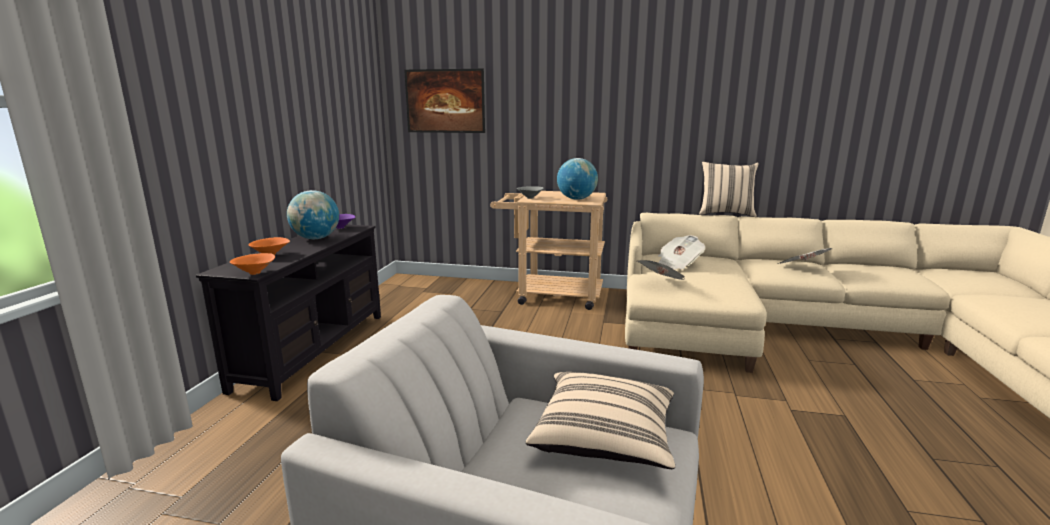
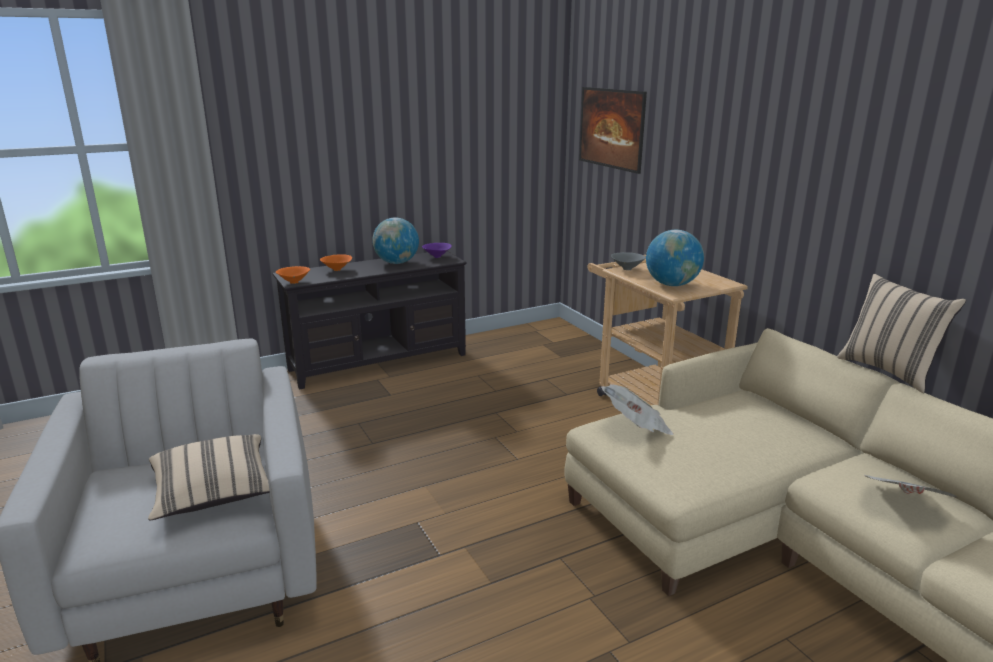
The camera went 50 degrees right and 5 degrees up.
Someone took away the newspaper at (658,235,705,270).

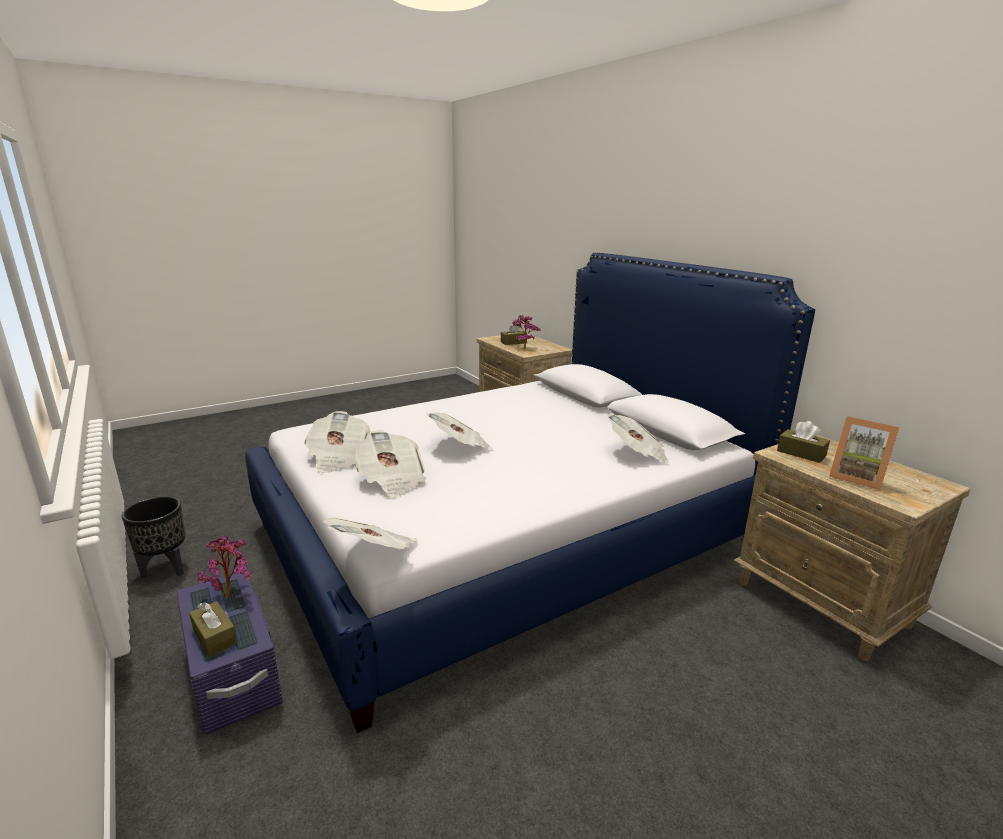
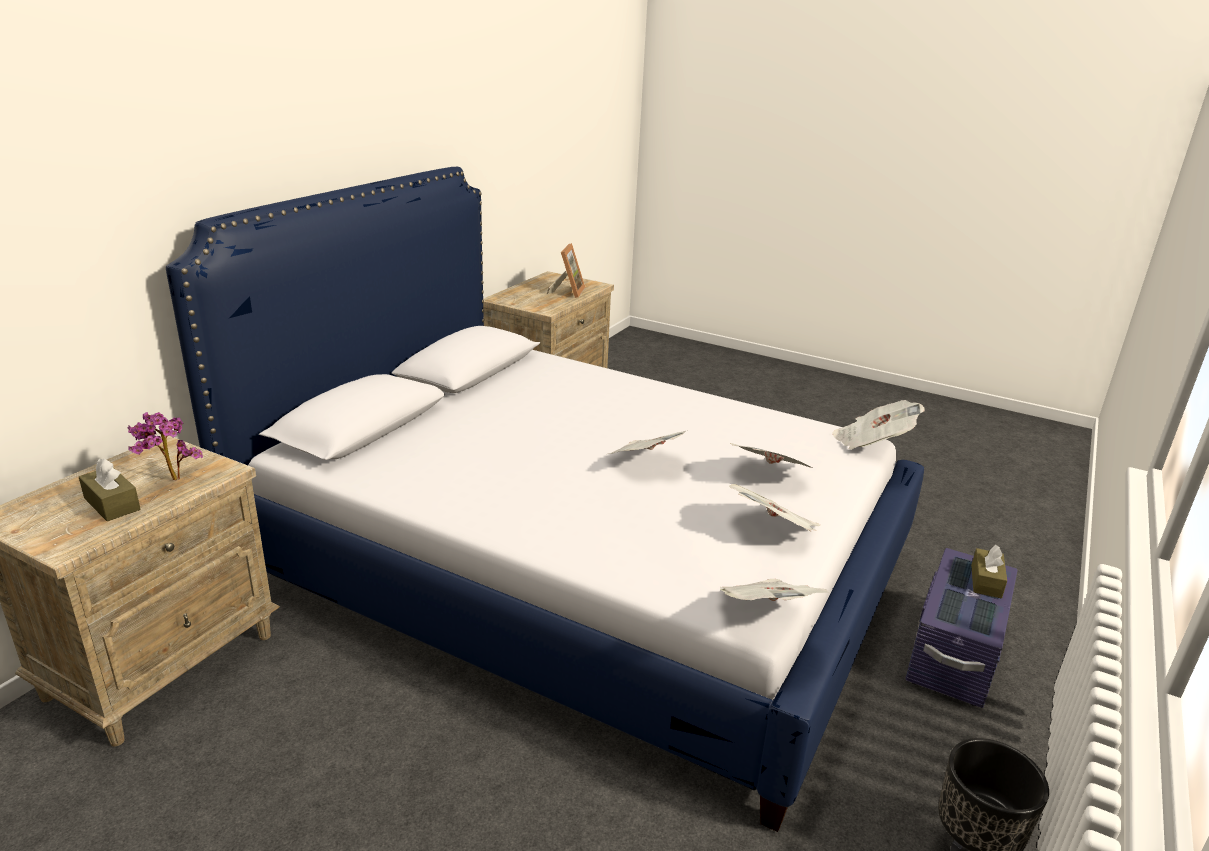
The camera went 120 degrees left and 5 degrees up.
Someone took away the potted_plant at (197,536,252,597).
Someone took away the brown_tissue_box at (777,421,830,463).
Someone carried the newspaper from (608,414,669,463) to (720,579,830,601).

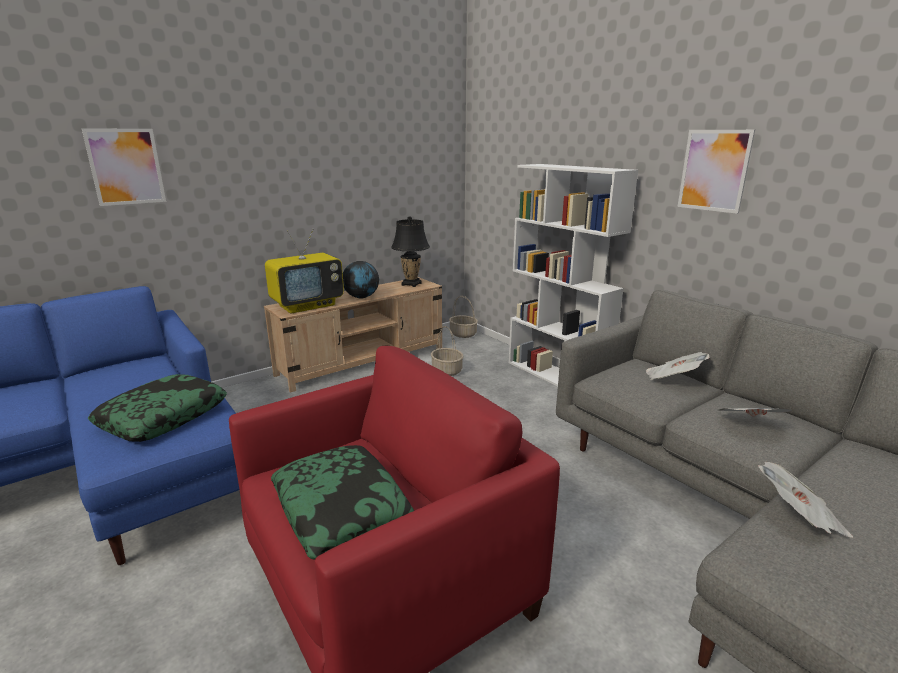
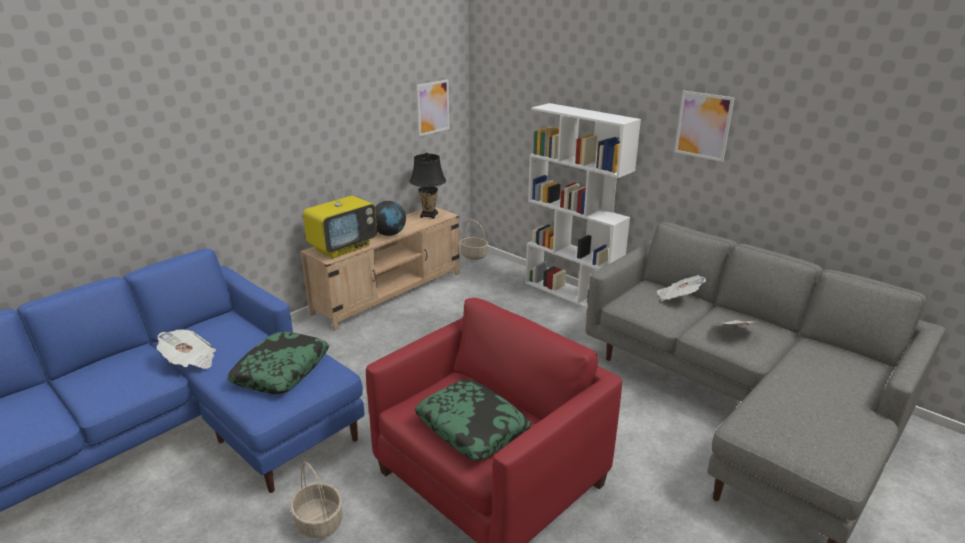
The camera went 10 degrees left and 5 degrees up.
Someone carried the picture from (82,129,166,206) to (416,80,450,136).
Someone carried the basket from (431,326,464,376) to (290,462,342,538).
Someone carried the newspaper from (758,462,853,538) to (156,330,216,369).

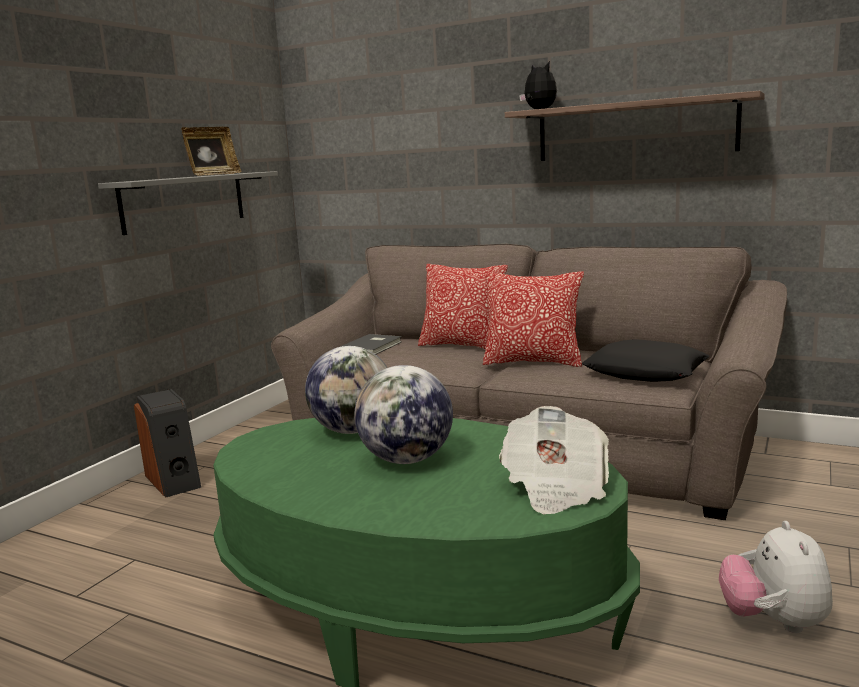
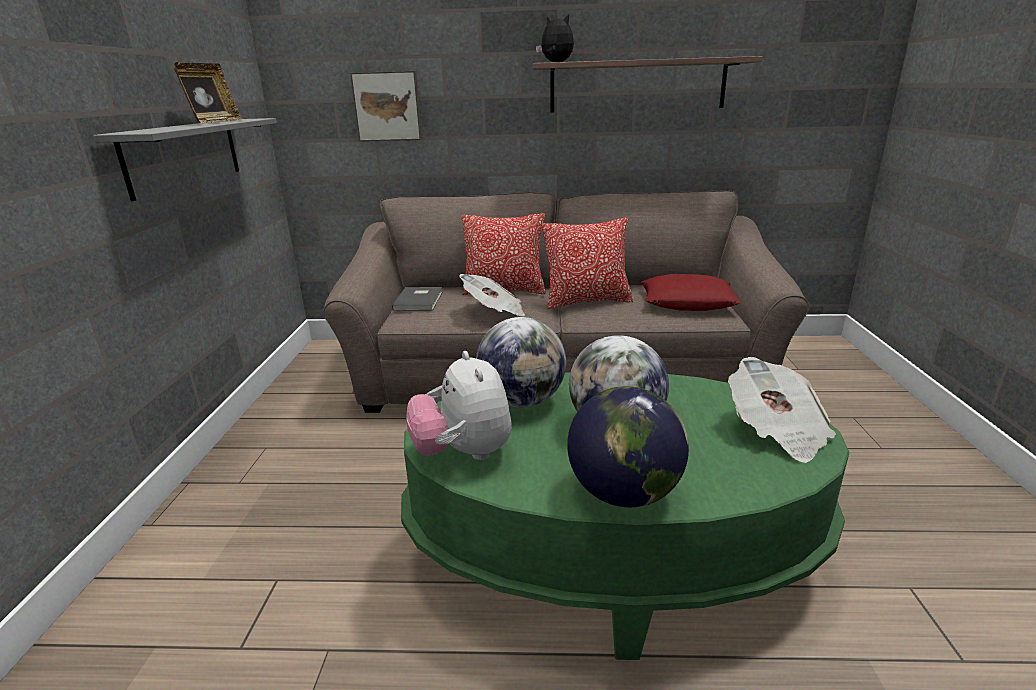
The camera went 25 degrees left and 10 degrees up.
Someone took away the speaker at (134,389,201,498).
Someone put up the picture at (350,71,422,141).
Someone put down the newspaper at (459,274,525,316).
Someone put down the globe at (567,386,689,507).
Someone carried the plush_toy from (719,521,833,633) to (407,351,512,460).
Someone repainted the black_pillow at (582,339,710,382), which became the red_pillow at (641,274,741,311).

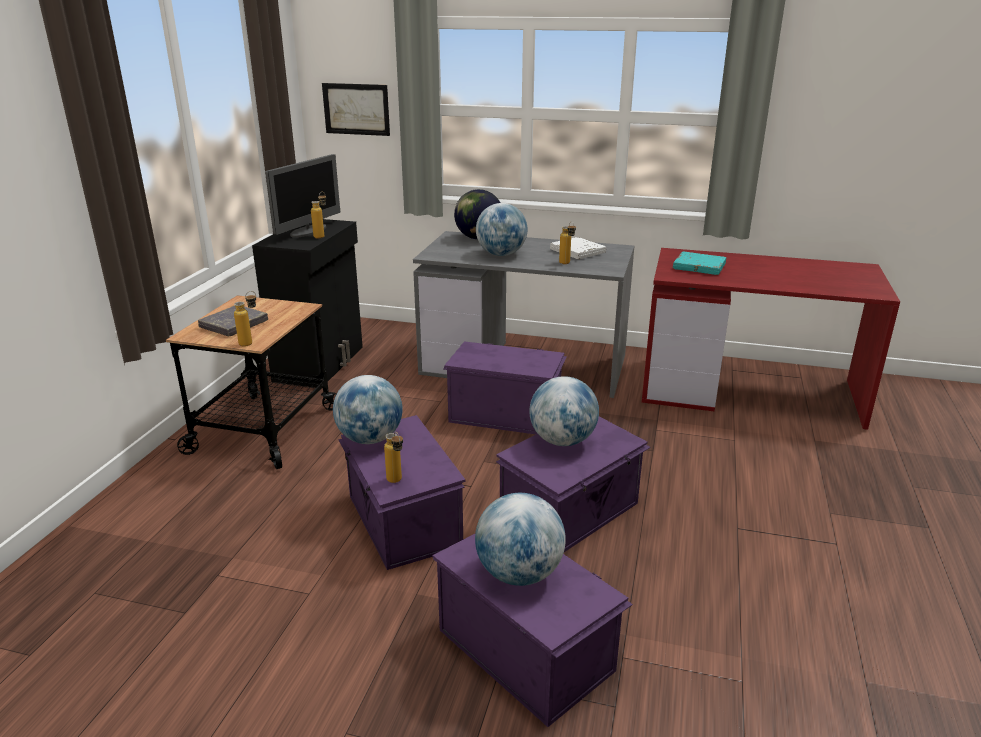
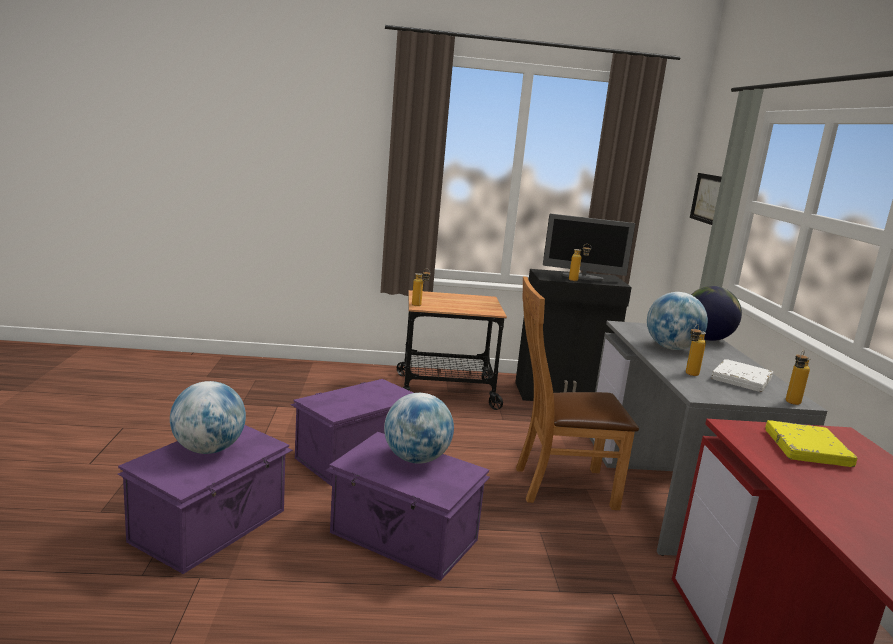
The camera went 70 degrees right and 10 degrees down.
Someone took away the grey_book at (198,306,268,336).
Someone took away the globe at (333,375,403,444).
Someone carried the bottle from (384,432,403,483) to (786,350,810,405).
Someone swapped the purple_storage_box at (443,342,567,434) for the brown_chair at (516,277,639,510).
Someone repainted the turquoise_book at (673,252,726,275), which became the yellow_book at (765,420,857,467).

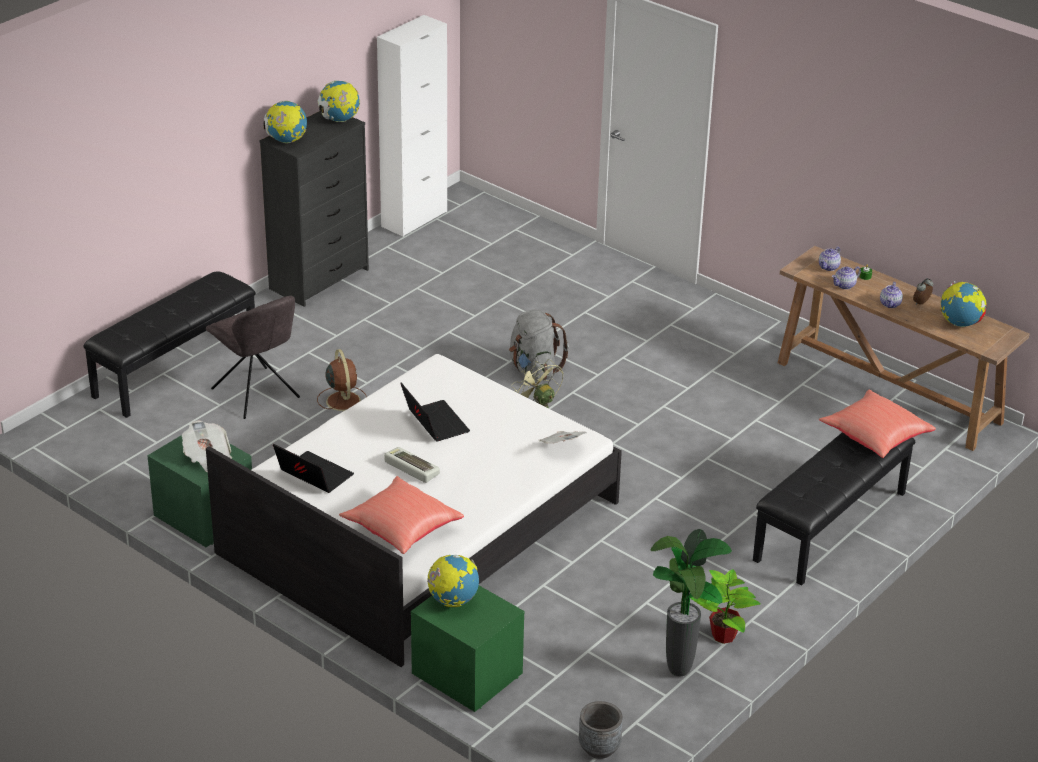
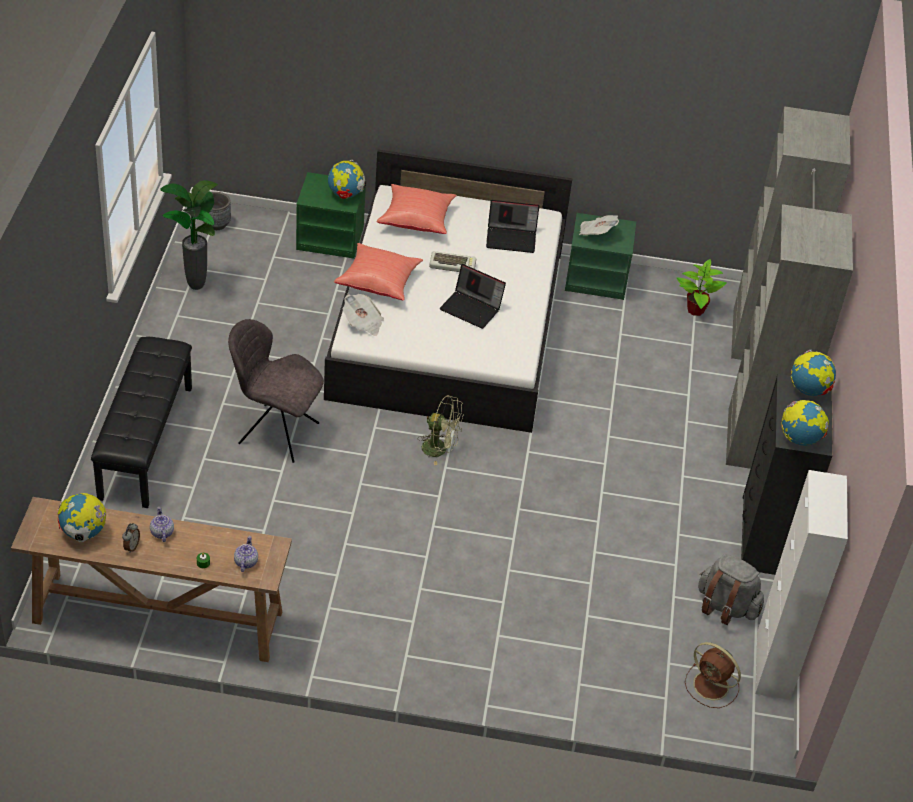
The camera went 145 degrees right and 10 degrees up.
Someone took away the teapot at (832,266,861,289).
Someone carried the grey_chair from (206,296,300,419) to (228,319,324,463).
Someone carried the brown_fan from (317,349,367,411) to (685,642,741,708).
Someone carried the grey_backpack from (509,309,569,381) to (698,554,764,625).
Someone carried the potted_plant from (690,569,761,644) to (677,259,727,316).
Someone carried the red_pillow from (819,389,936,458) to (334,243,423,301).
Someone swapped the black_bench at (83,271,256,418) for the grey_wardrobe at (726,106,853,469).

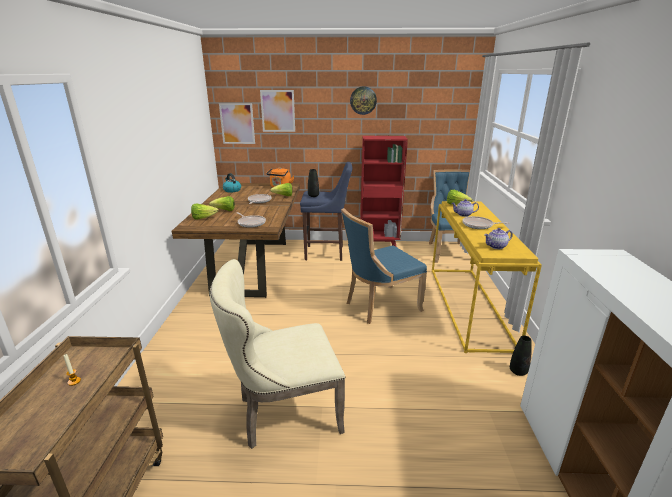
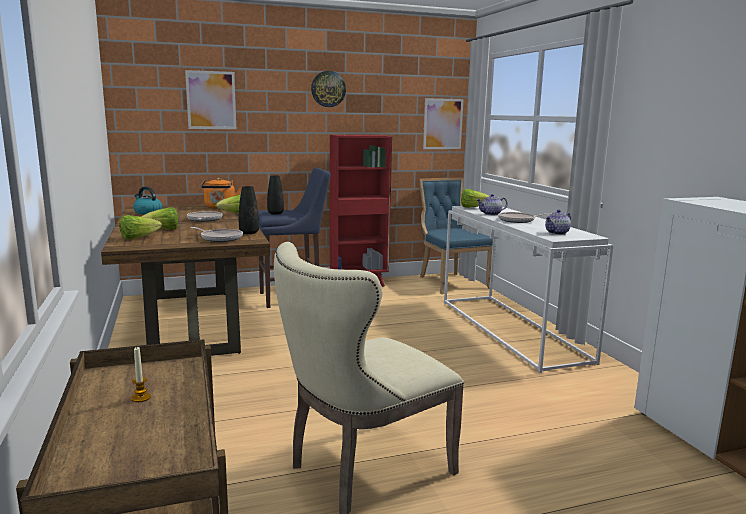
The camera went 20 degrees left and 10 degrees down.
Someone took away the blue_chair at (341,208,427,324).
Someone carried the picture from (219,103,255,144) to (423,98,463,149).
Someone carried the black_vase from (510,336,532,376) to (239,186,259,234).
Someone repainted the yellow_console_table at (432,201,542,353), which became the white_console_table at (444,206,614,373).

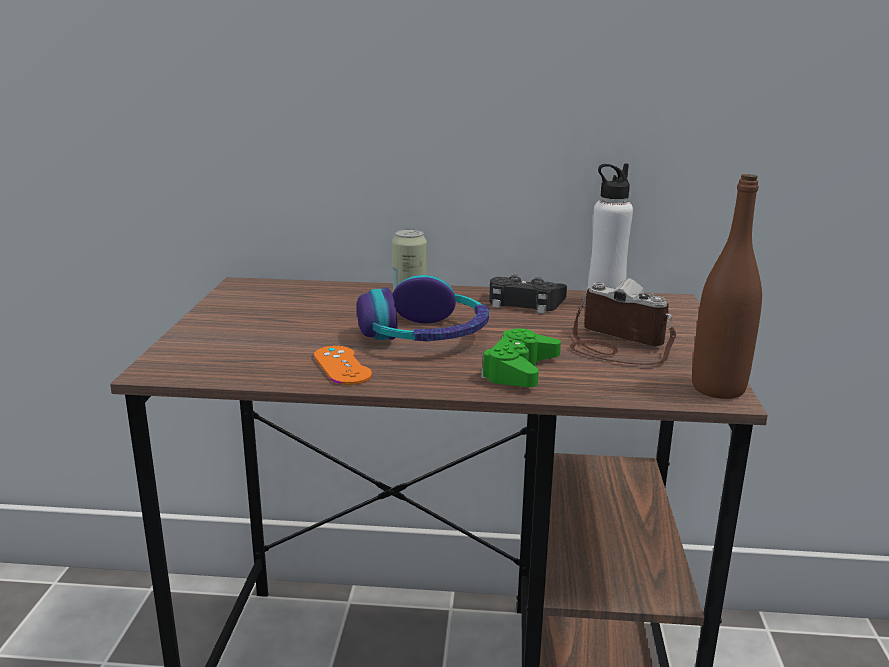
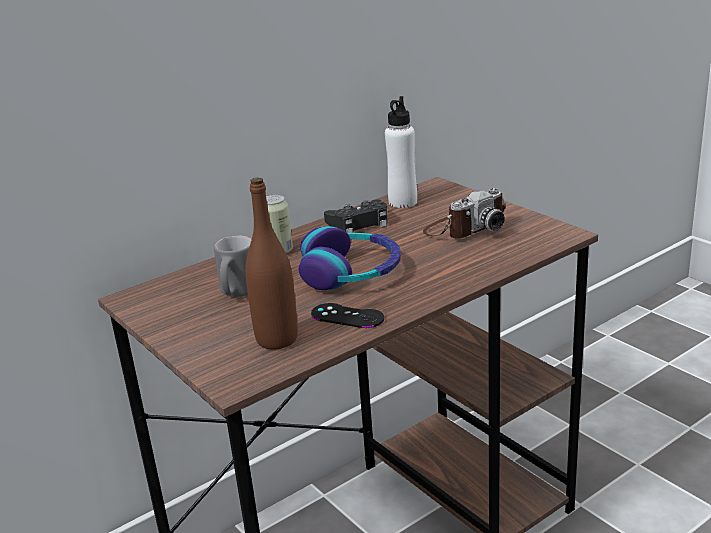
The camera went 40 degrees left and 5 degrees up.
Someone took away the green_game_controller at (481,328,561,387).
Someone put down the grey_mug at (214,235,252,297).
Someone carried the brown_bottle from (692,174,762,399) to (245,177,298,350).
Someone repainted the orange_game_controller at (314,346,372,385), which became the black_game_controller at (311,303,384,328).
Someone rotated the photo_camera at (570,278,676,365) by 150 degrees clockwise.

